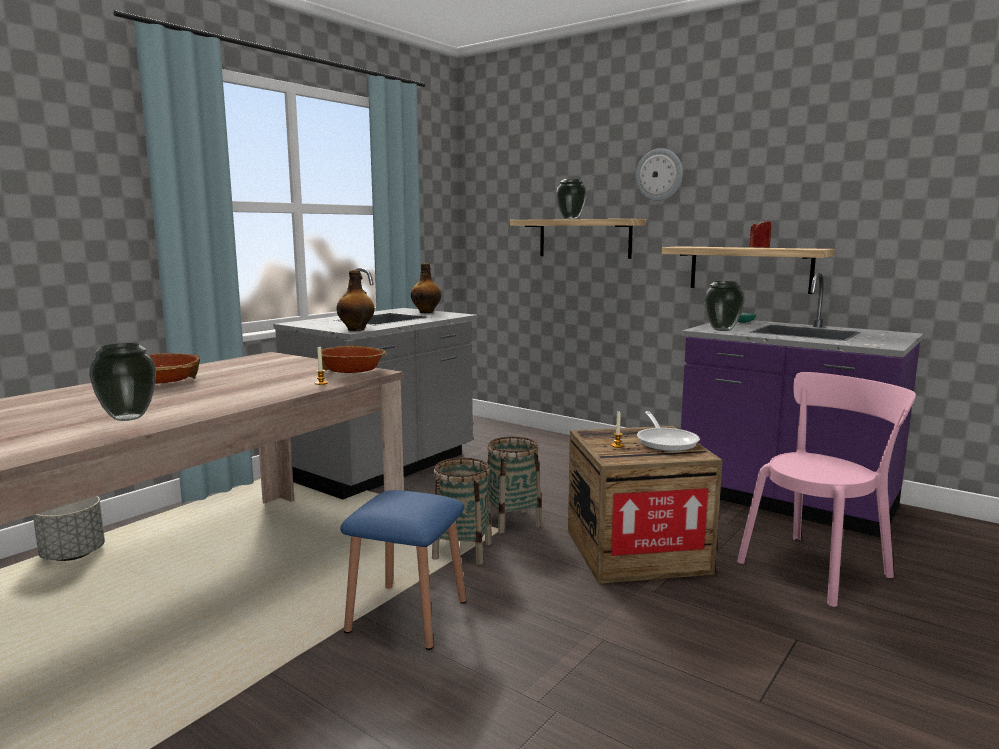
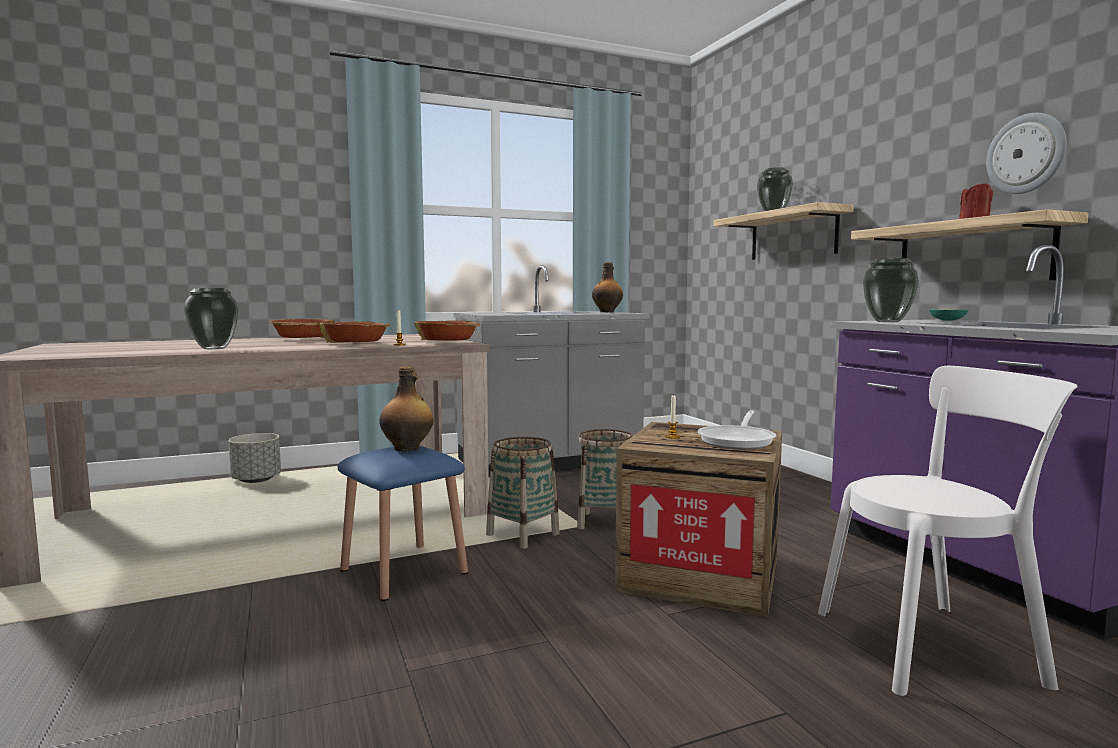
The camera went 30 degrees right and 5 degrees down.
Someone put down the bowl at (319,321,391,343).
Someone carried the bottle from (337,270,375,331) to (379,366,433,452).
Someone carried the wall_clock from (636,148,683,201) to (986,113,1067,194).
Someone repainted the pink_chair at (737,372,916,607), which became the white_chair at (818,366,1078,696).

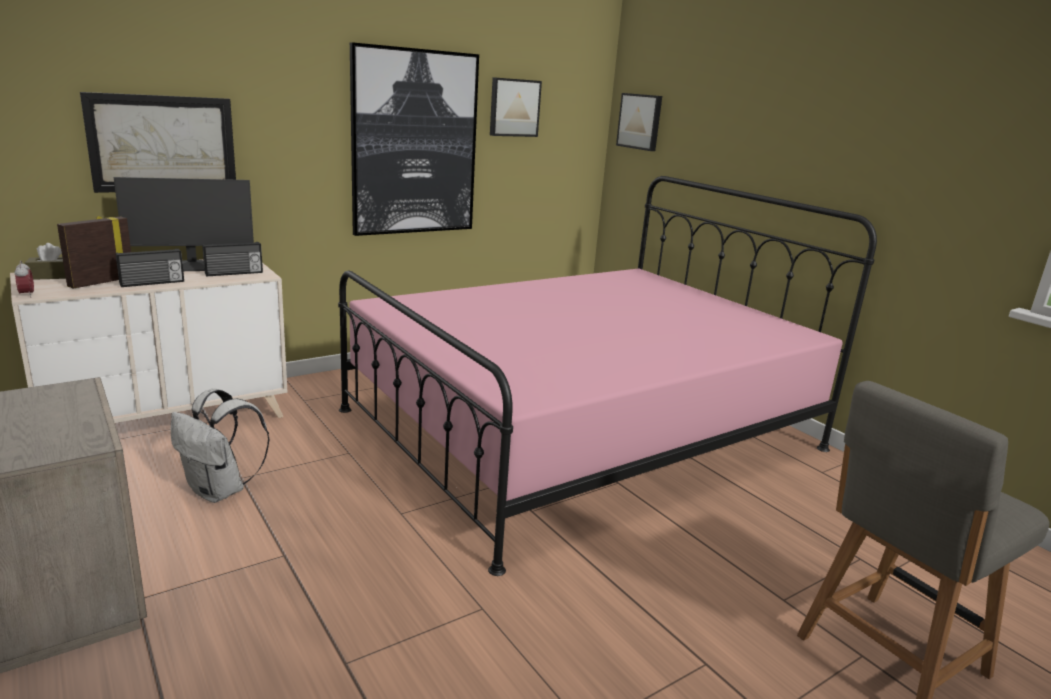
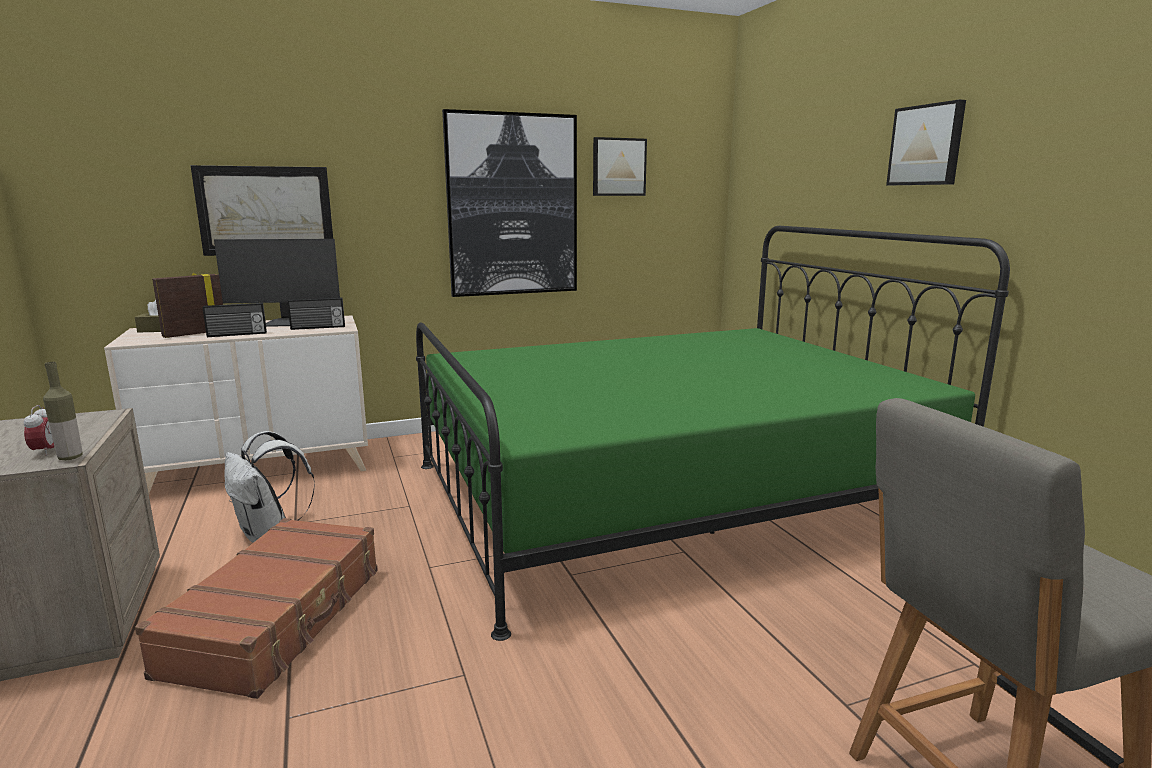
The camera went 15 degrees right and 5 degrees down.
Someone put down the bottle at (43,362,83,460).
Someone put down the brown_suitcase at (135,518,378,699).
Someone carried the alarm_clock from (14,260,34,298) to (23,405,54,456).
Someone carried the picture from (616,93,662,151) to (886,100,966,185).
Someone repainted the pink_bed at (338,176,877,576), which became the green_bed at (416,226,1010,641).

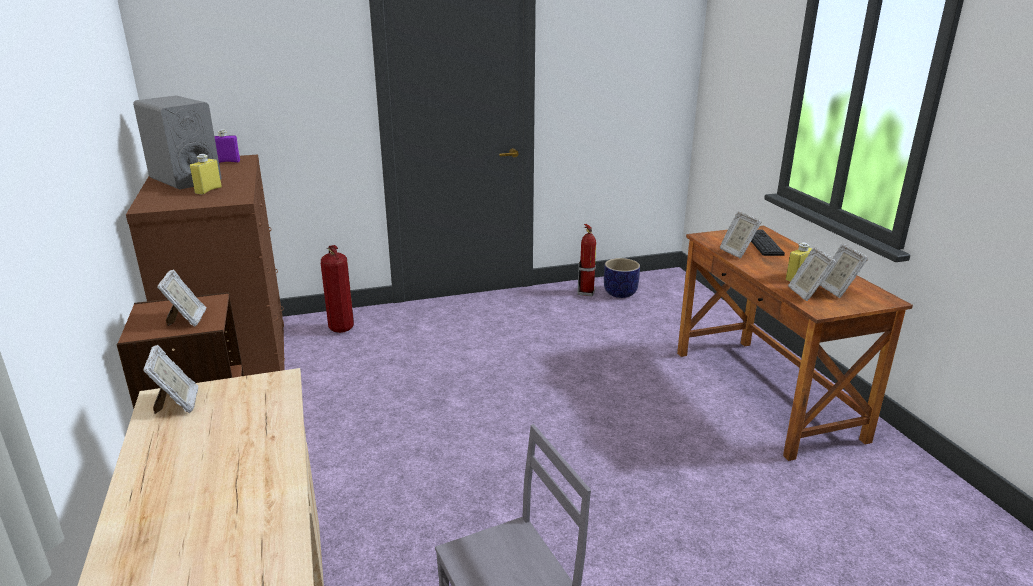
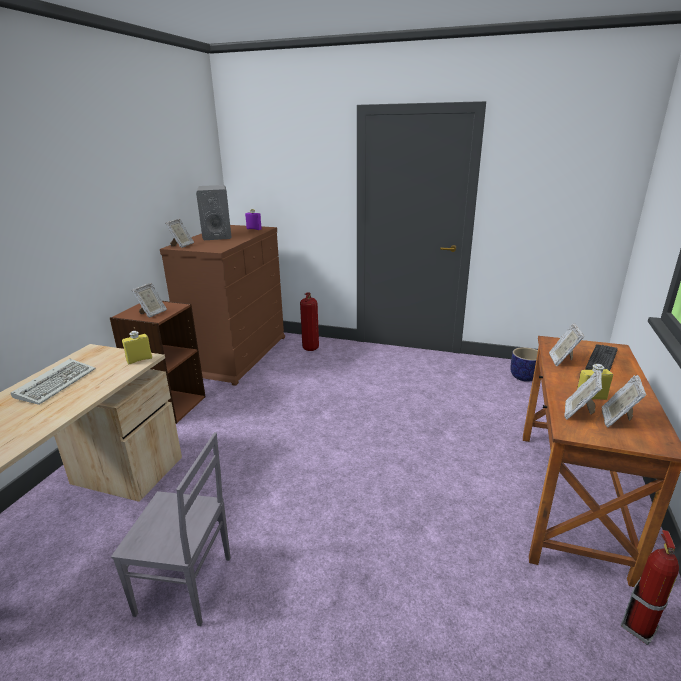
The camera went 35 degrees right and 0 degrees up.
Someone put down the keyboard at (11,359,96,405).
Someone carried the picture_frame from (144,345,198,414) to (165,219,194,248).
Someone carried the yellow_bottle from (190,154,222,194) to (122,331,152,364).
Someone carried the fire_extinguisher from (577,224,596,296) to (620,530,679,645).

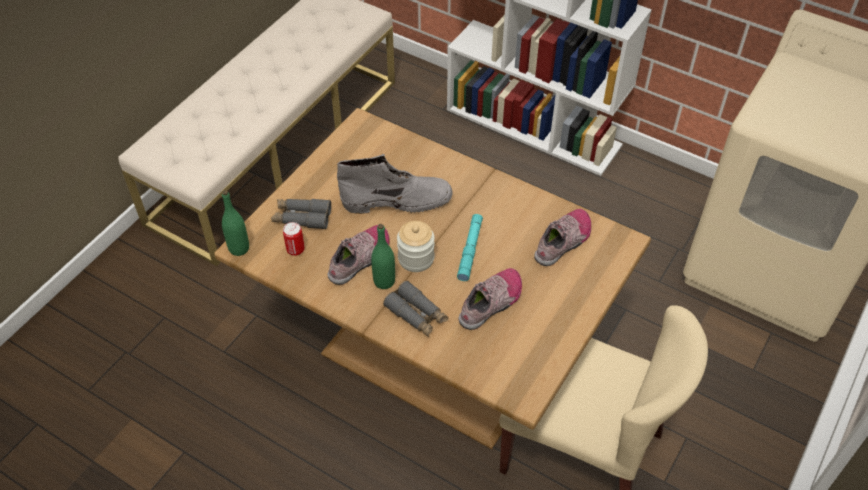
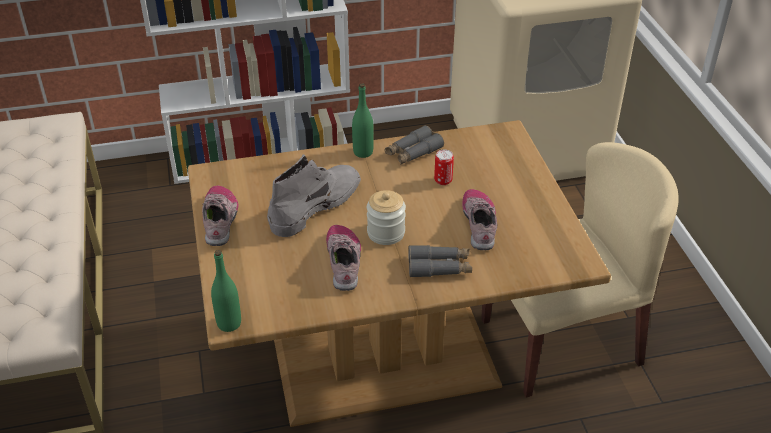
The camera went 45 degrees left and 10 degrees down.
Someone took away the turquoise_flashlight at (457,214,483,281).
Someone carried the grey_binoculars from (271,199,331,229) to (384,125,444,165).
Someone carried the can from (283,222,305,256) to (434,149,454,185).
Someone carried the green_bottle from (371,224,395,289) to (352,84,374,158).
Someone carried the shoe from (534,209,591,266) to (202,185,239,246).

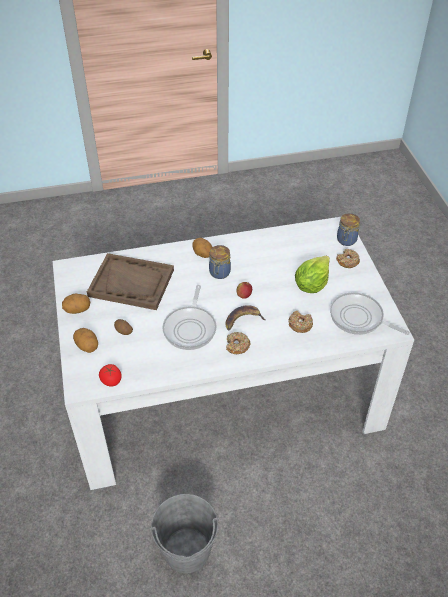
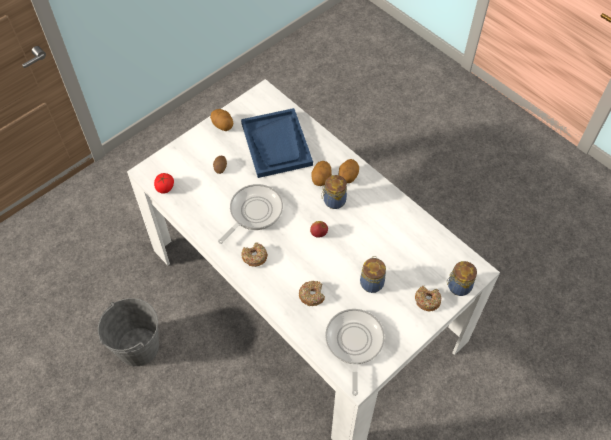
The camera went 60 degrees right and 10 degrees up.
Someone took away the banana at (225,305,265,331).
Someone carried the potato from (73,328,98,353) to (311,161,332,186).
Someone swapped the lettuce at (295,256,330,293) for the jar at (360,256,386,293).
Someone repainted the brown_tray at (87,253,174,310), which became the blue_tray at (241,108,313,178).
Someone rotated the frying_pan at (162,285,217,350) by 150 degrees clockwise.

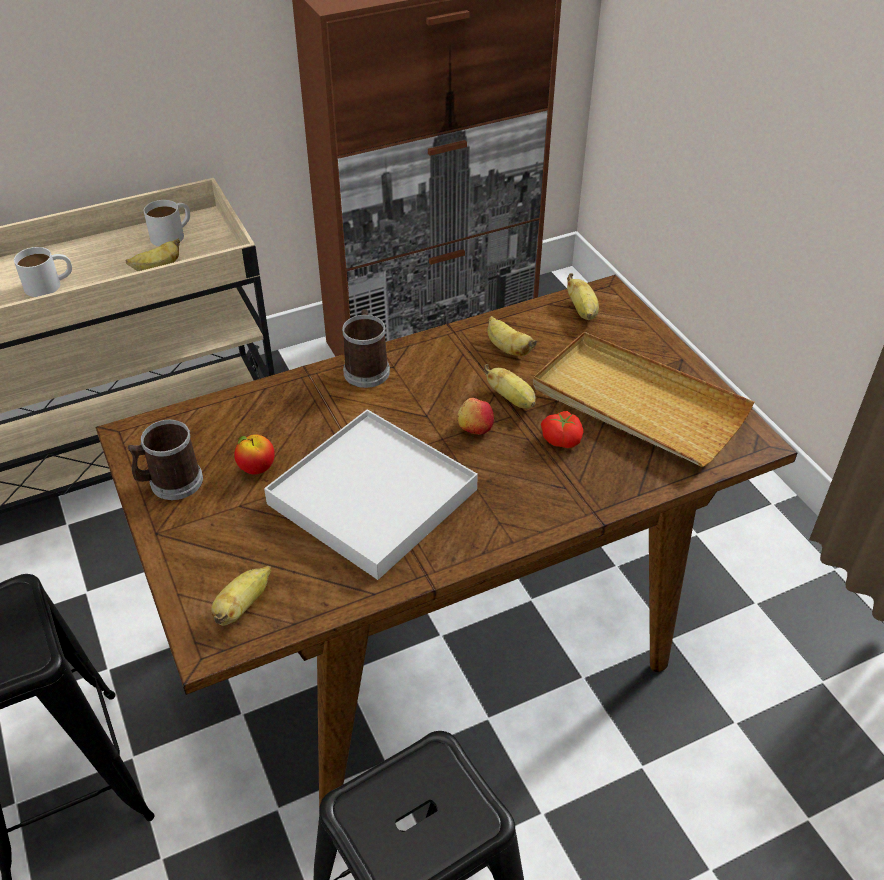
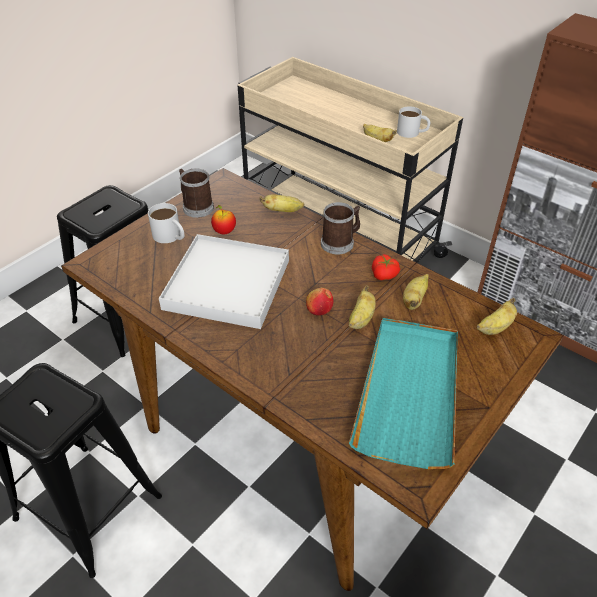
The camera went 65 degrees right and 0 degrees up.
Someone carried the white_mug from (14,247,72,297) to (148,203,184,243).
Someone carried the banana from (211,566,271,626) to (260,194,305,212).
Someone carried the tomato from (541,411,583,448) to (372,254,400,280).
Someone repainted the beige_tray at (533,332,754,467), which became the turquoise_tray at (349,318,458,469).

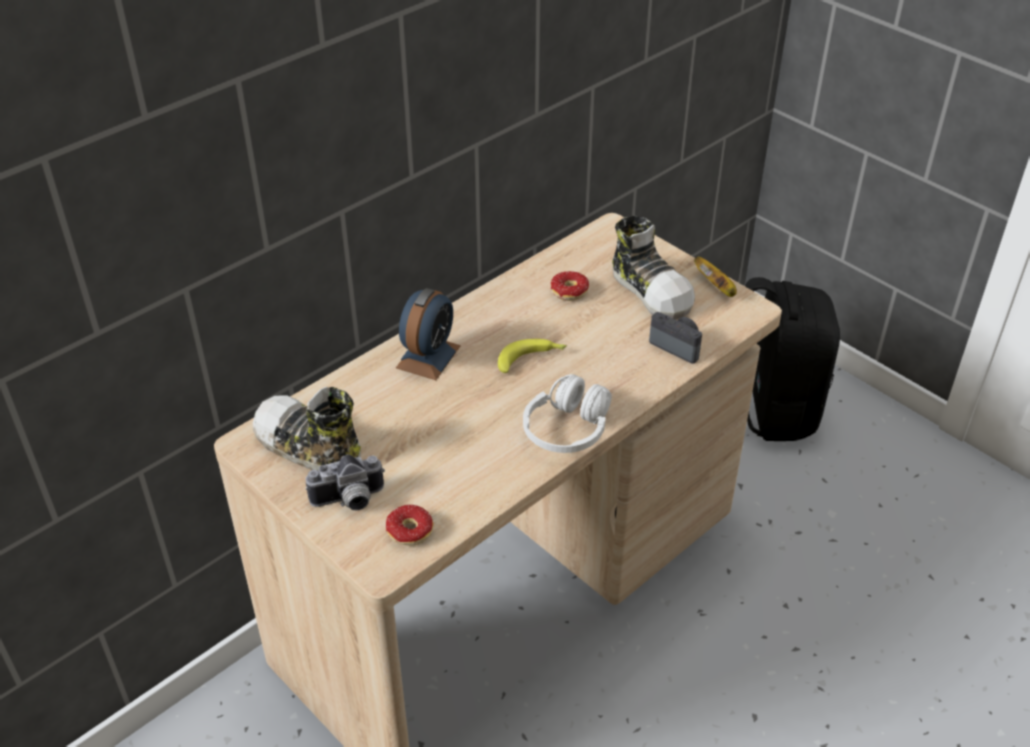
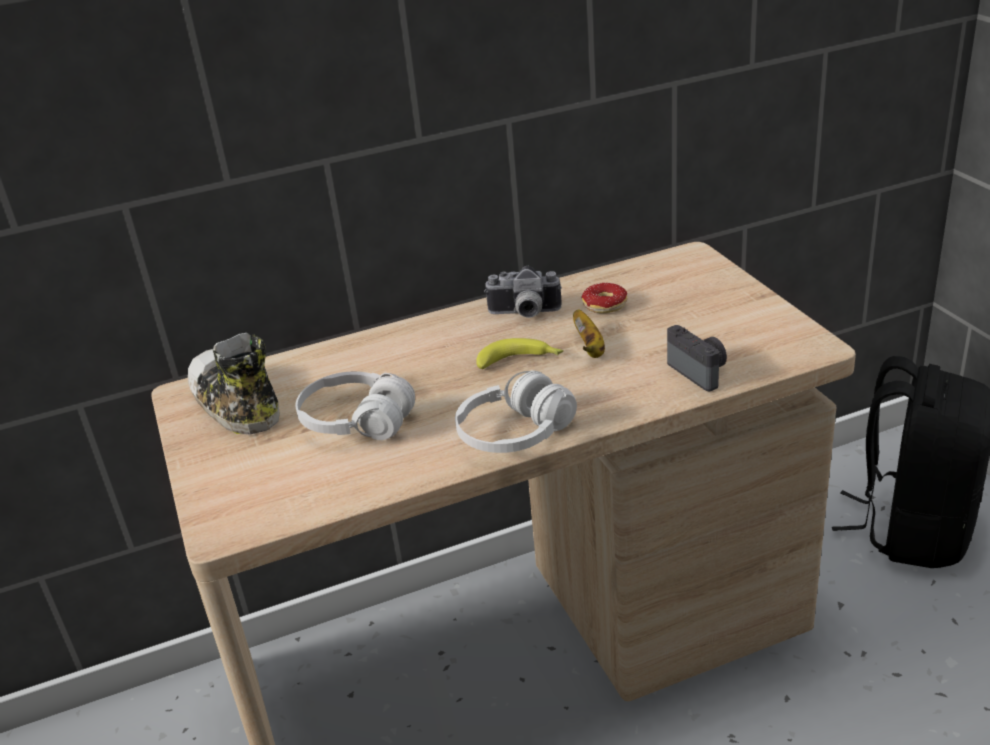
The camera went 25 degrees right and 10 degrees down.
Someone took away the donut at (386,505,434,556).
Someone took away the alarm_clock at (396,288,461,380).
Someone took away the shoe at (612,216,695,320).
Someone put down the white_headphones at (295,371,415,440).
Someone carried the photo_camera from (306,455,385,510) to (484,266,562,318).
Someone carried the banana from (694,257,737,297) to (573,310,605,358).

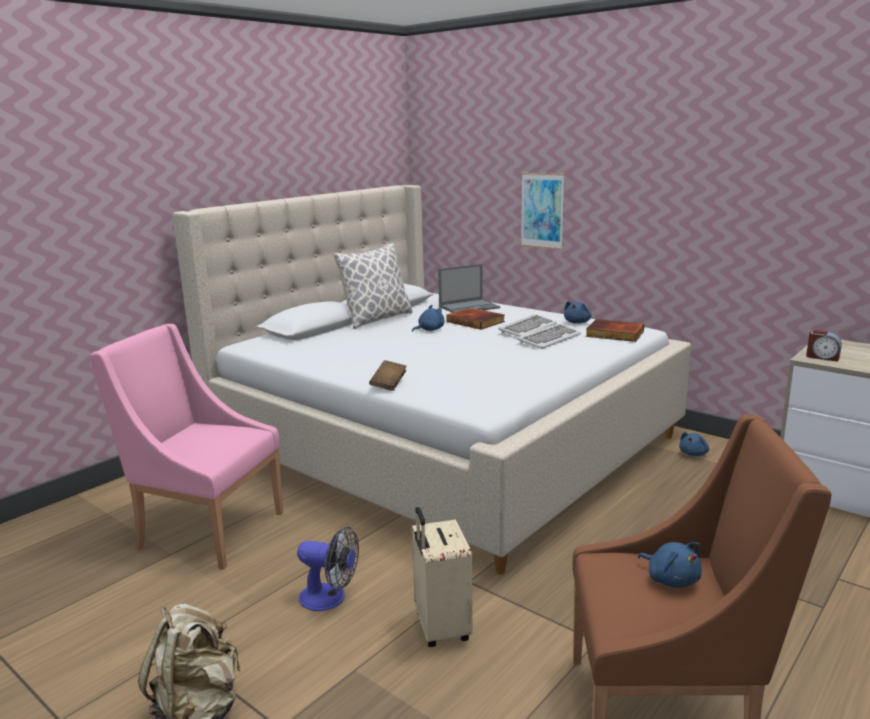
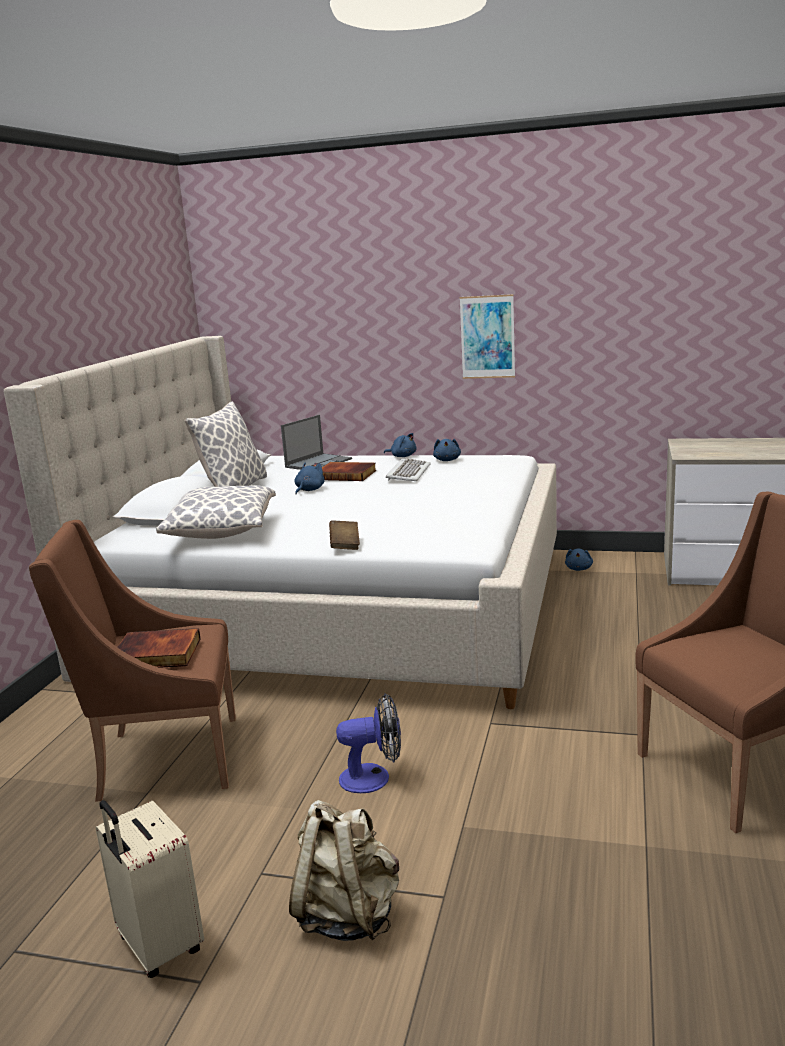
The camera went 25 degrees left and 0 degrees up.
Someone took away the keyboard at (517,324,581,349).
Someone took away the alarm_clock at (806,330,842,362).
Someone put down the pillow at (156,485,276,539).
Someone carried the beige_suitcase from (412,507,473,647) to (96,800,204,978).
Someone carried the picture from (521,173,564,250) to (460,294,515,379).
Someone carried the book from (586,319,644,342) to (118,628,201,668).
Someone carried the blue_plush_toy from (638,542,702,588) to (384,433,416,457).
Someone repainted the pink_armchair at (89,324,283,570), which became the brown_armchair at (29,520,236,802).

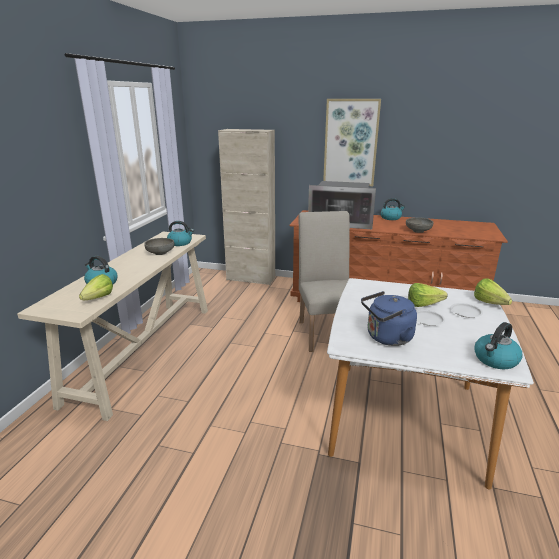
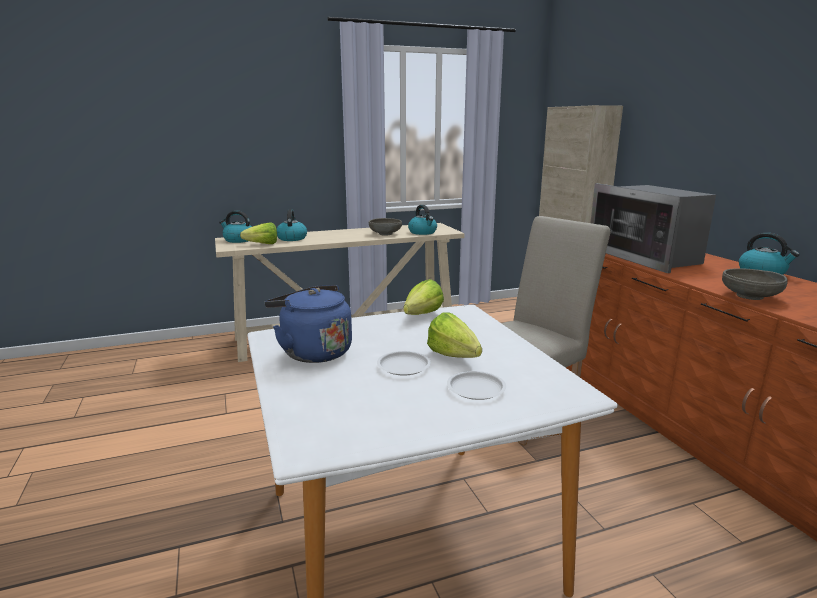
The camera went 55 degrees right and 5 degrees down.
Someone took away the picture at (323,99,381,186).
Someone carried the lettuce from (474,278,512,305) to (403,279,444,315).
Someone carried the kettle from (474,322,523,369) to (219,211,252,243).

